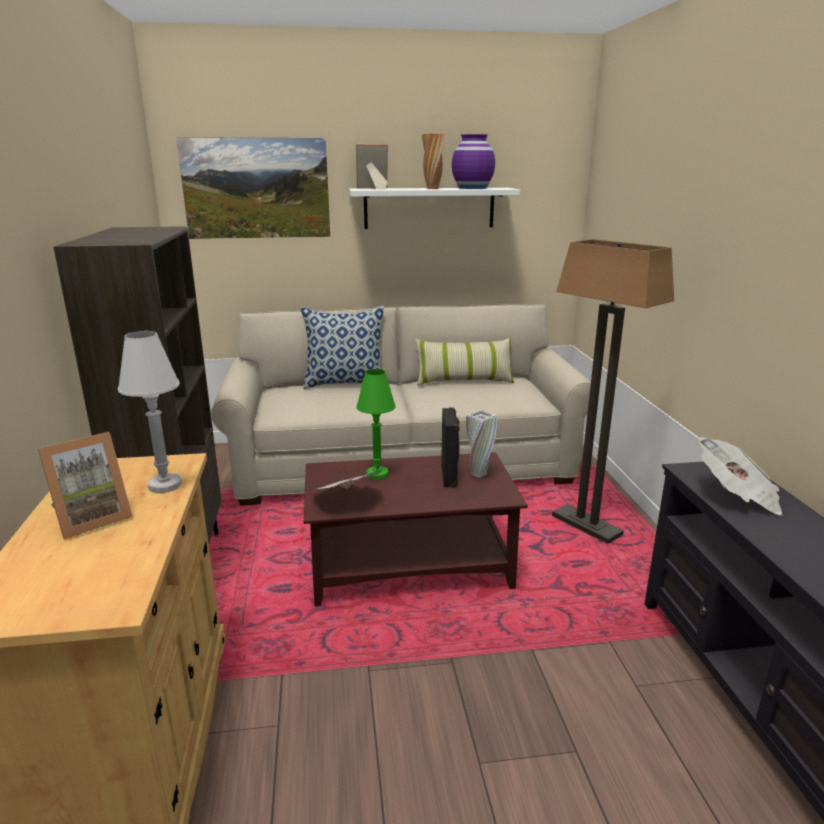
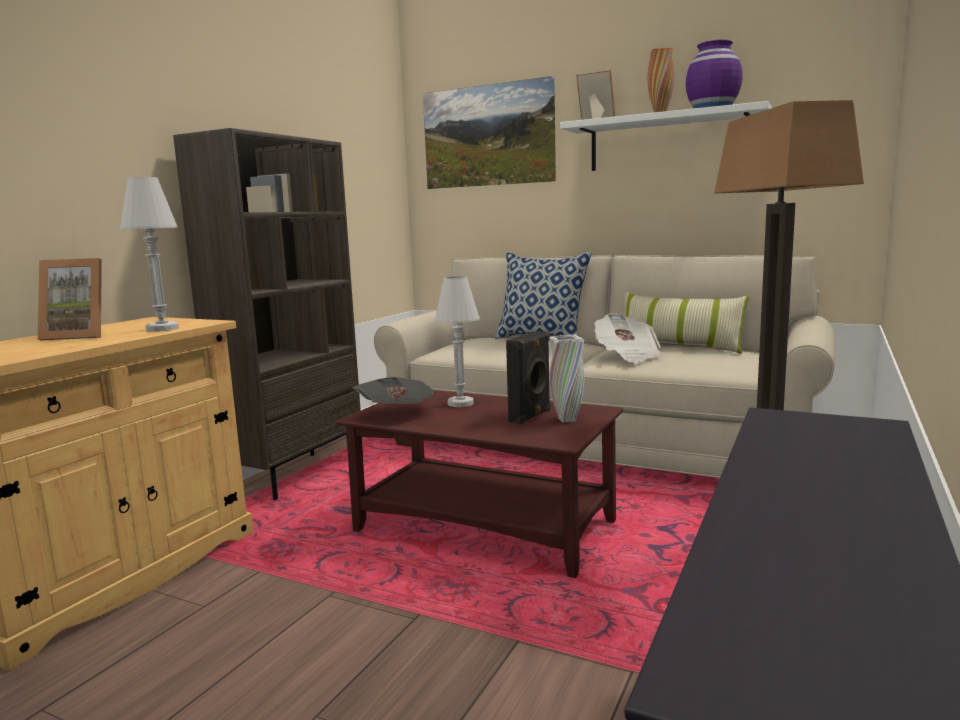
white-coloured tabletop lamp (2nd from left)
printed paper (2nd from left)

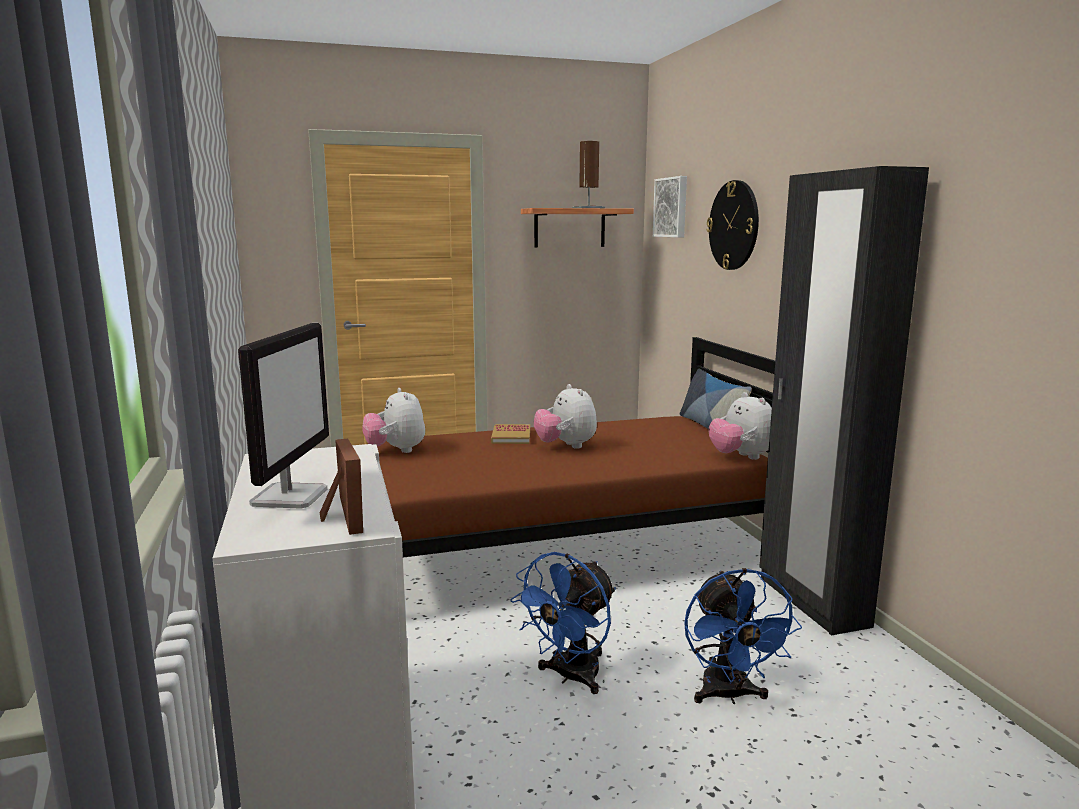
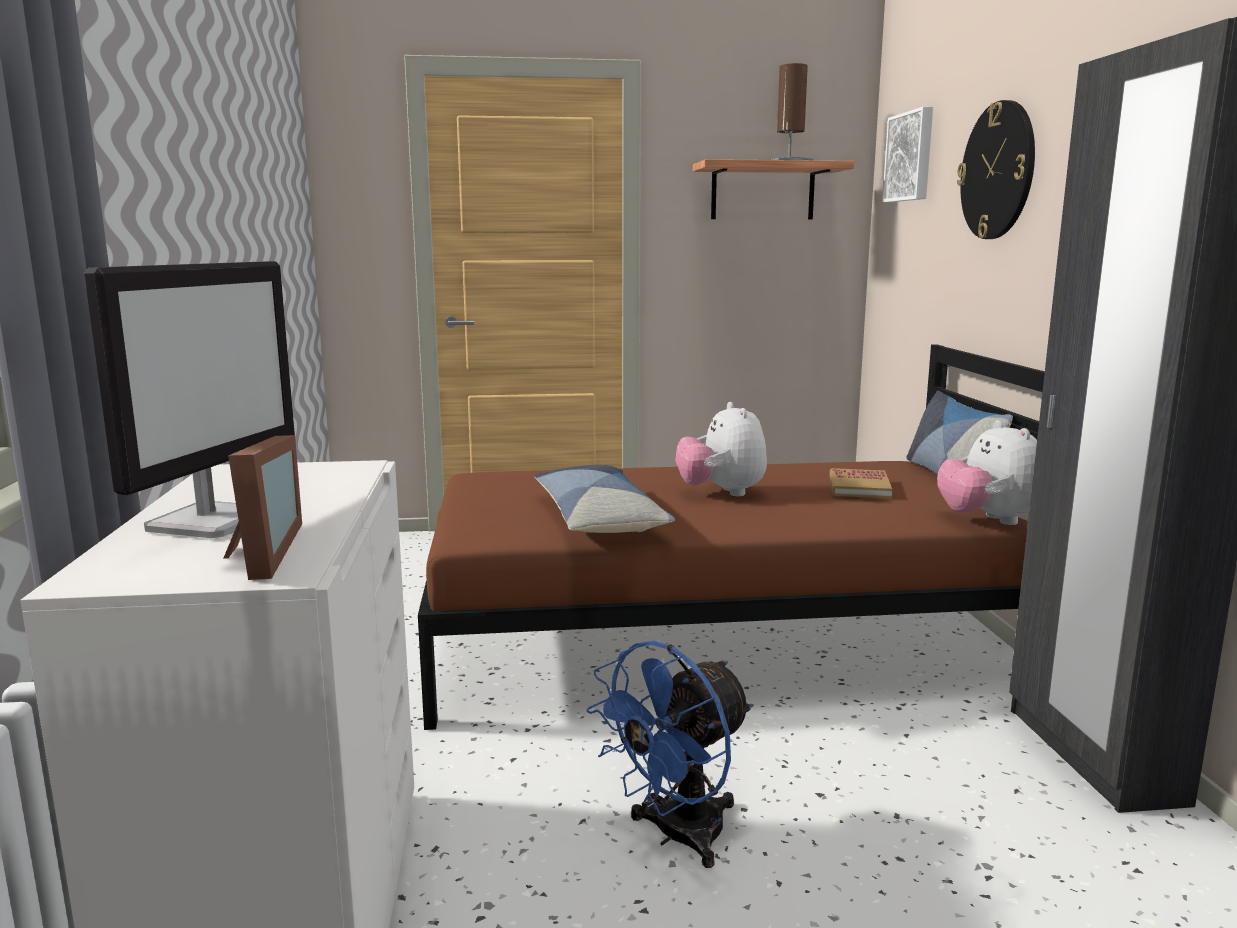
throw pillow (1st from left)
book
plush toy (1st from left in the first image)
blue-coloured electric fan (2nd from left in the first image)

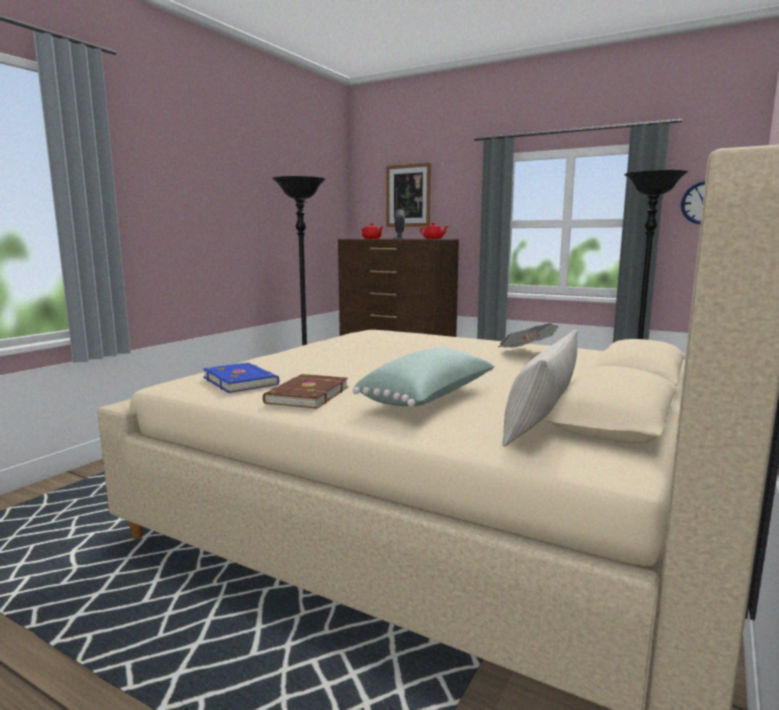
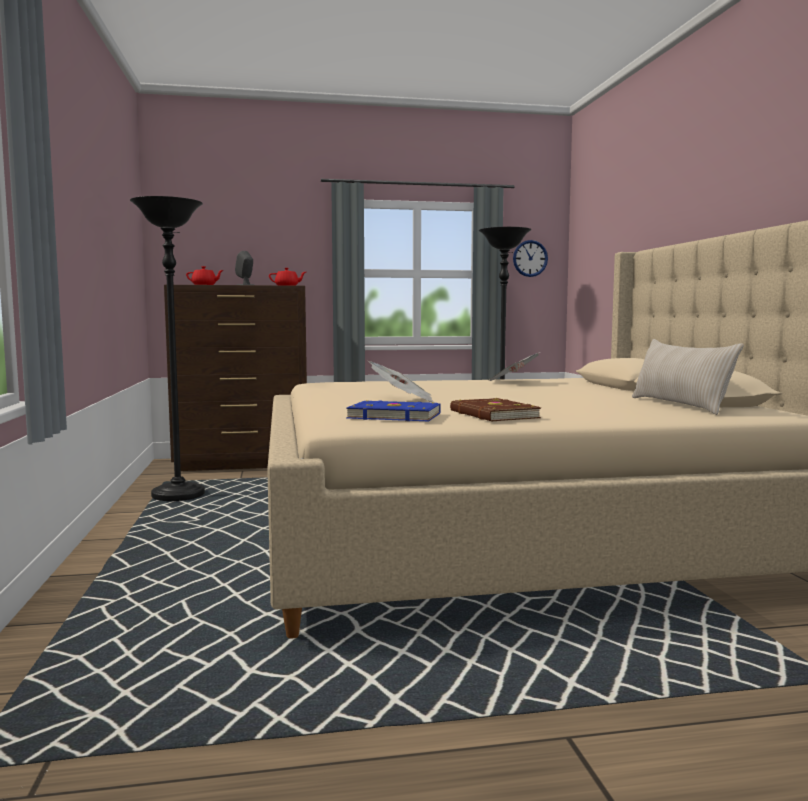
printed paper (1st from left)
greenish throw pillow
wall picture

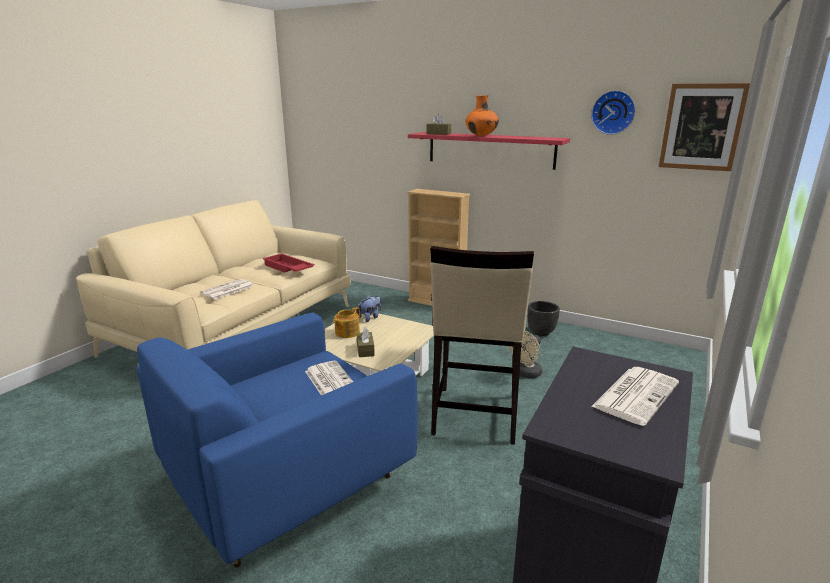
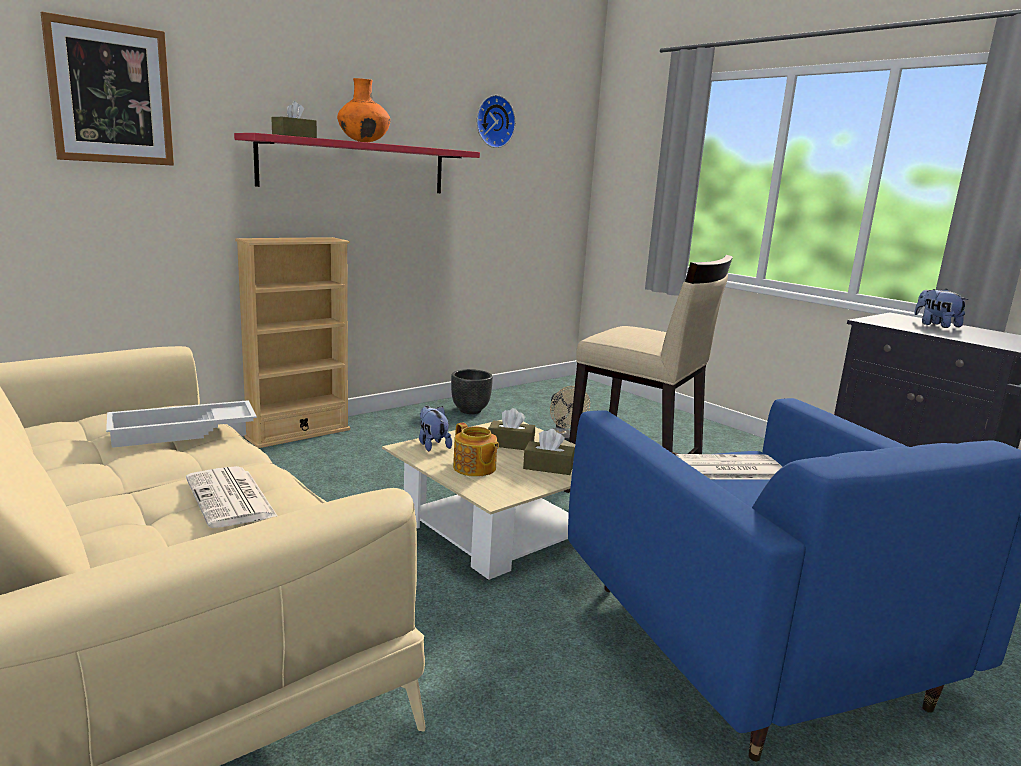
wall picture
white-coloured carrying tray
brownish tissue holder (2nd from left)
plush toy (2nd from left)

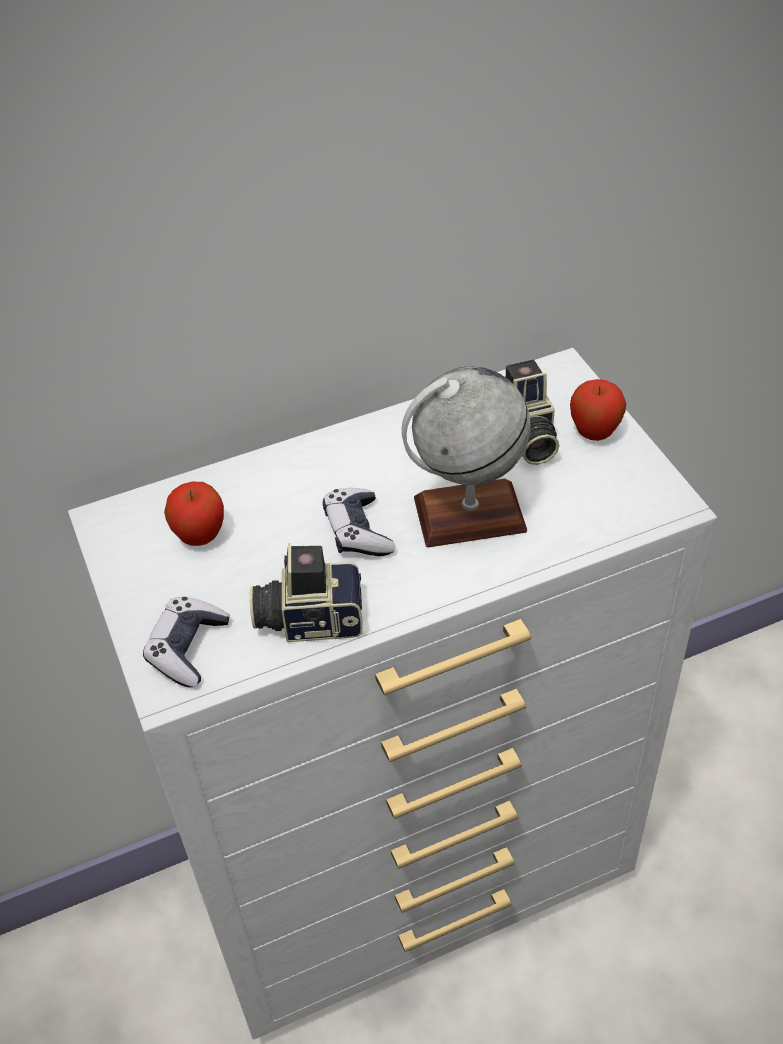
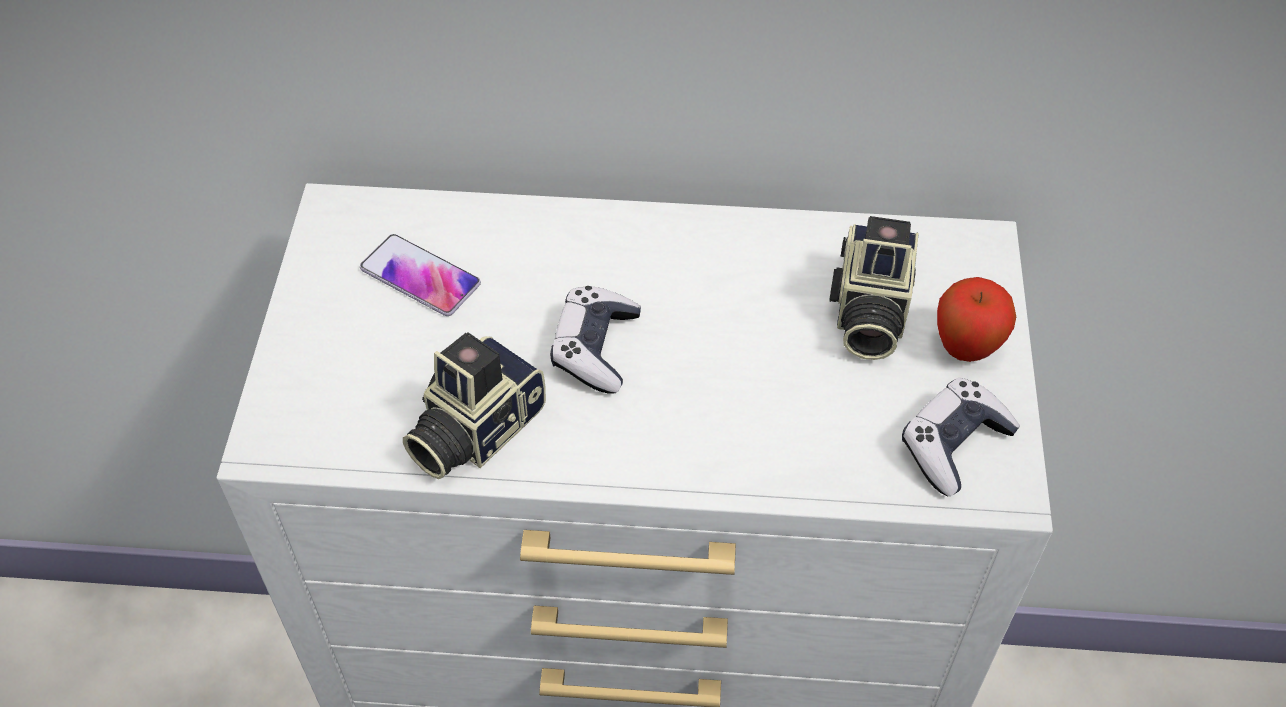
phone
photo camera (1st from left)
joypad (2nd from left)
globe

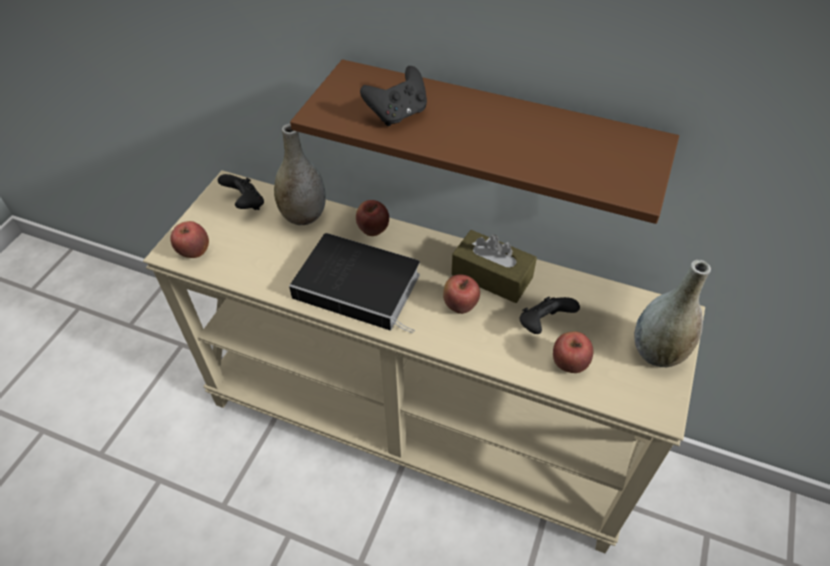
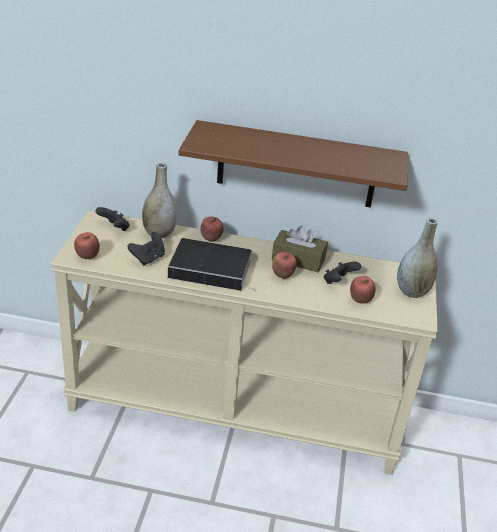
black joypad (2nd from left)

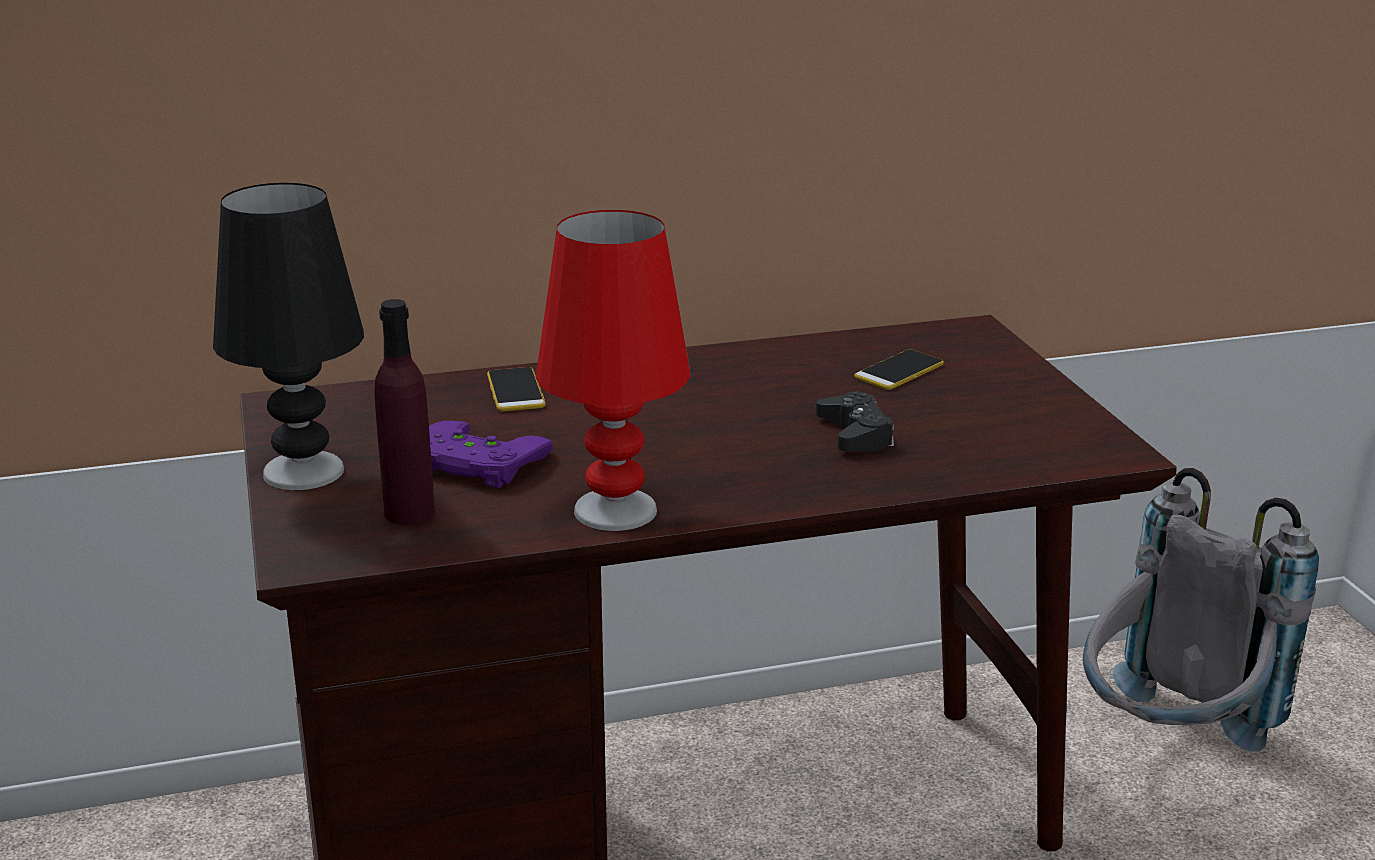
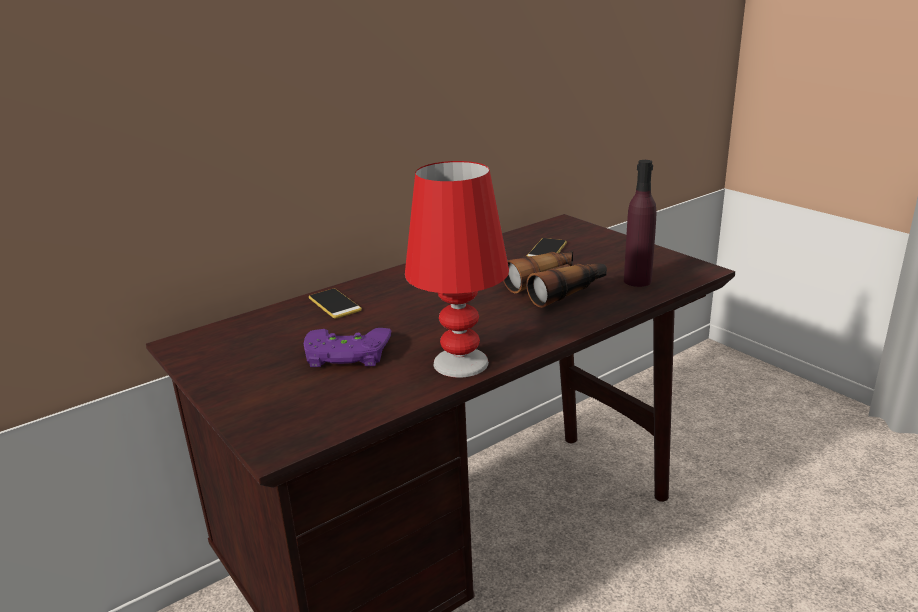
field glasses
purplish beverage bottle
black tabletop lamp
gray backpack

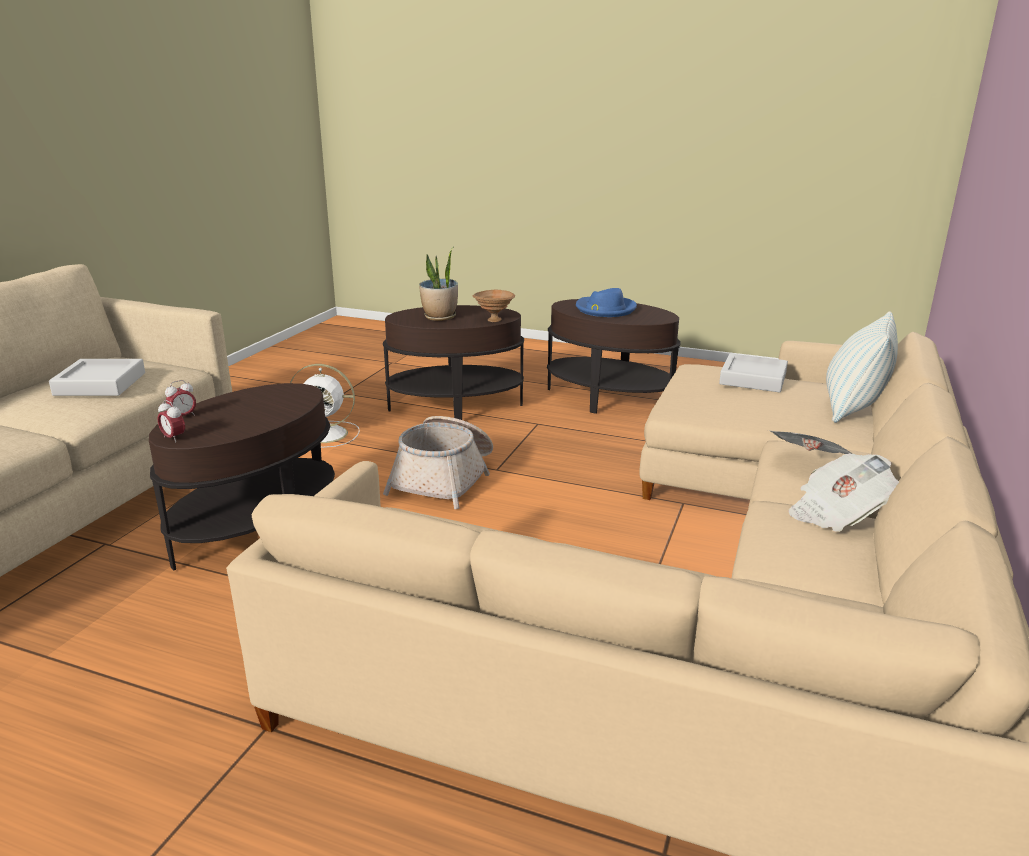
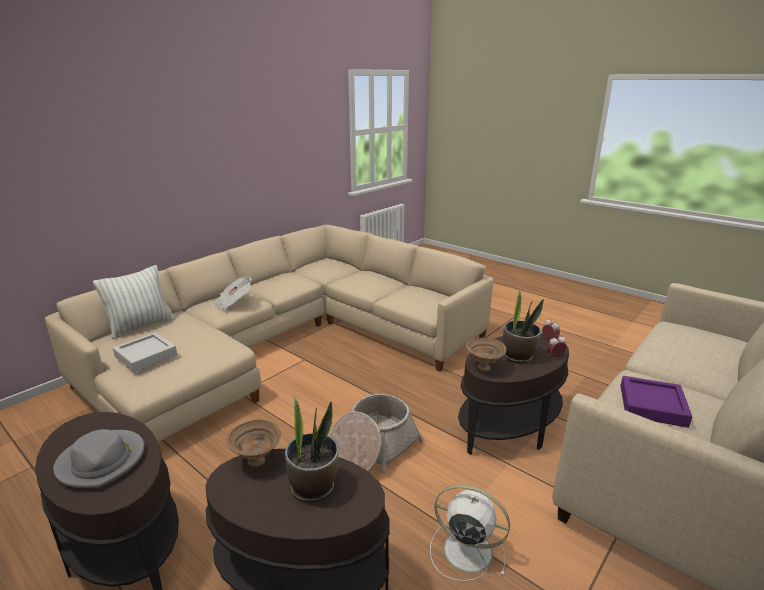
gray wearable hat
brownish serving bowl (2nd from left)
houseplant (2nd from left)
purplish carrying tray
printed paper (2nd from left in the first image)

